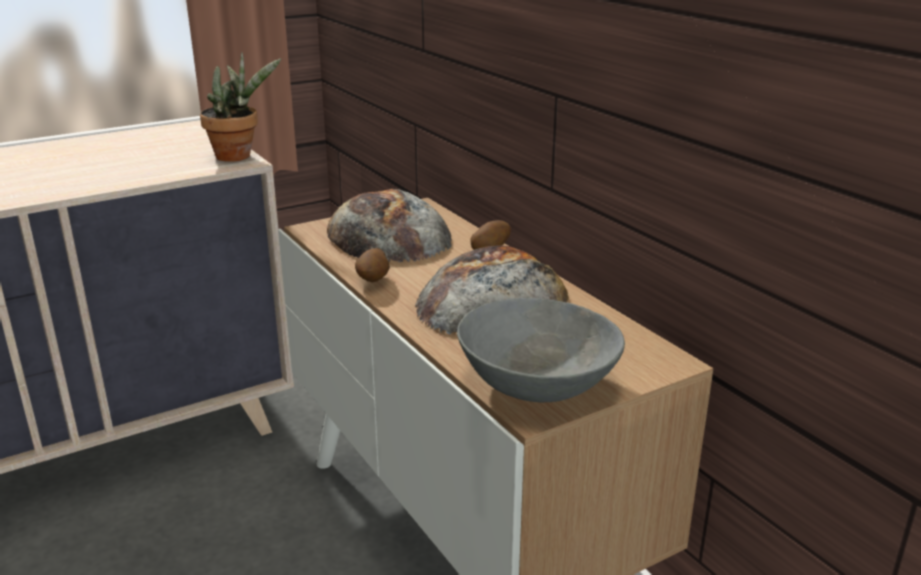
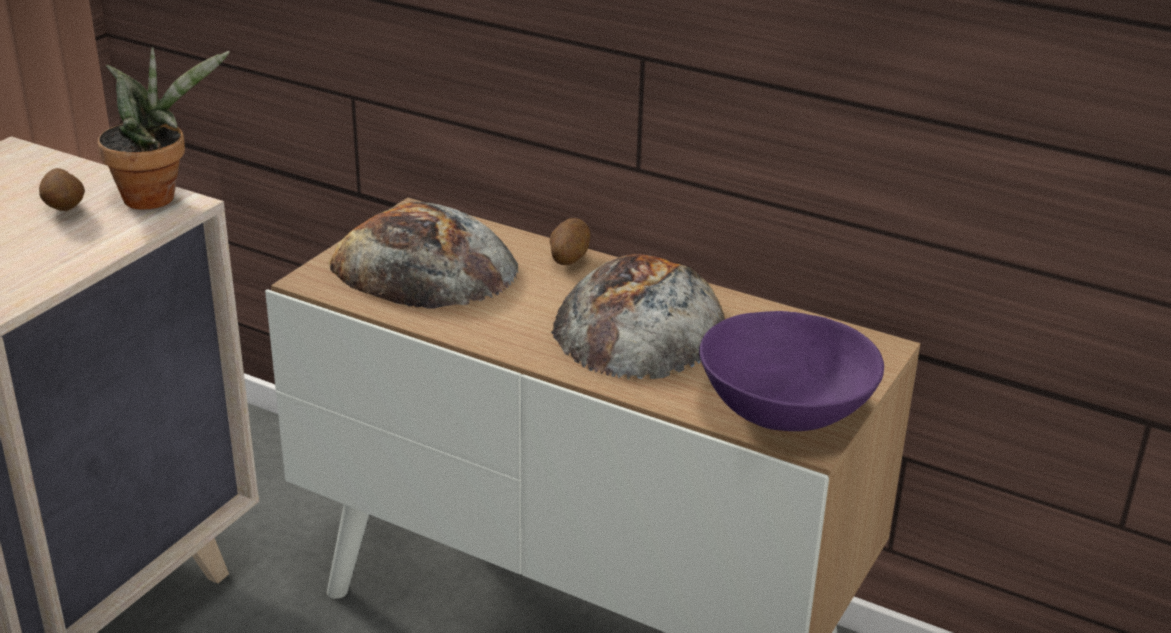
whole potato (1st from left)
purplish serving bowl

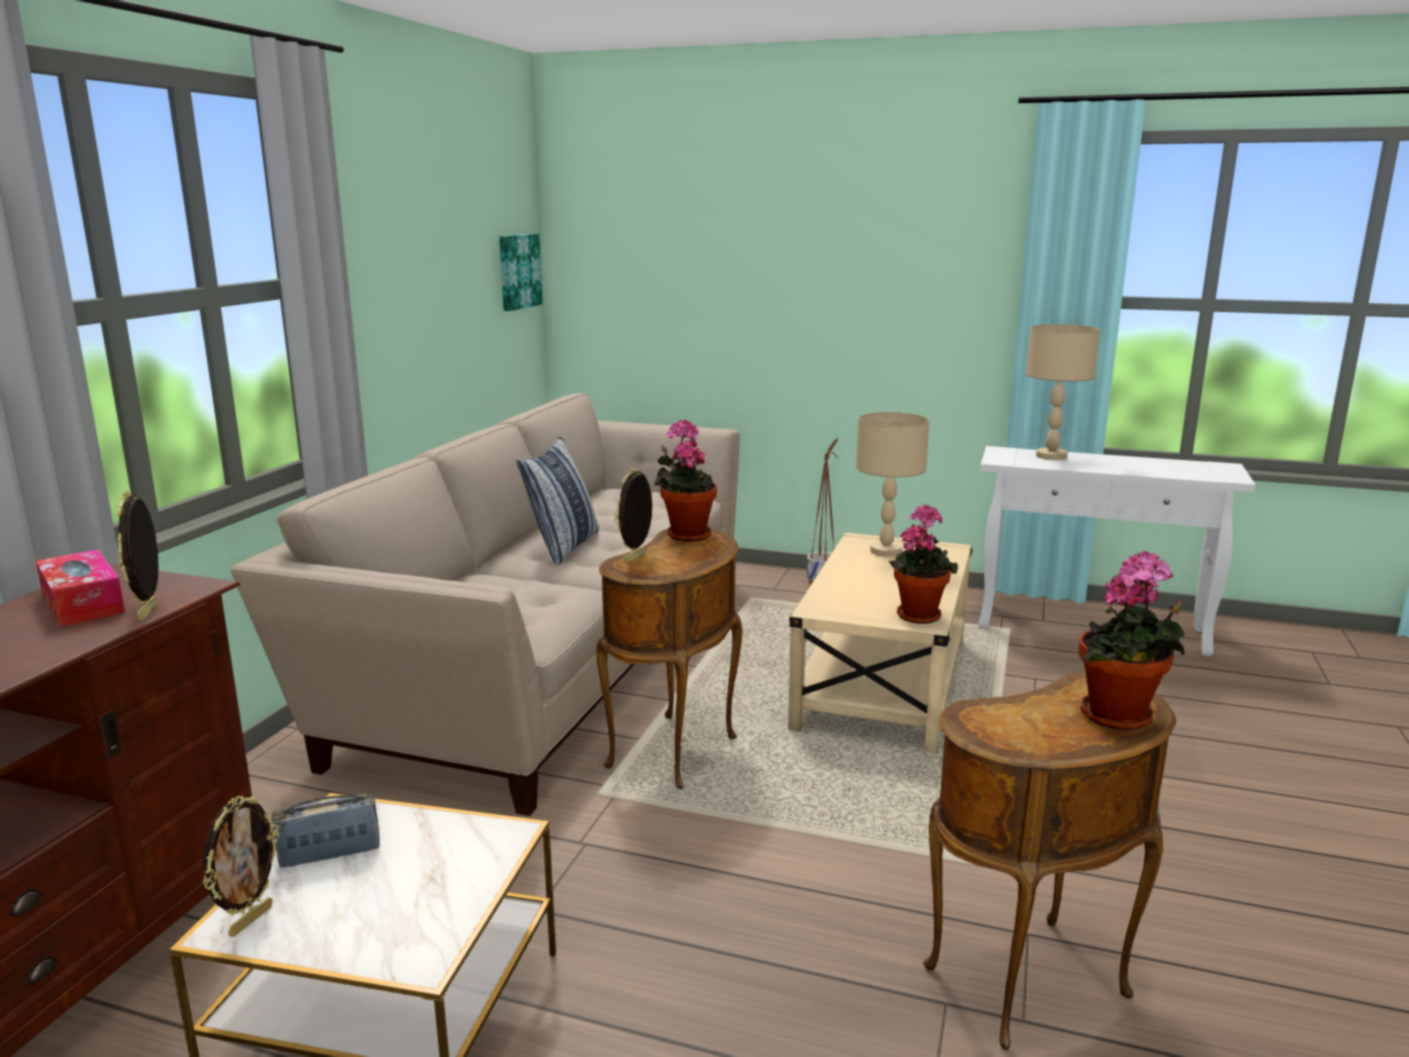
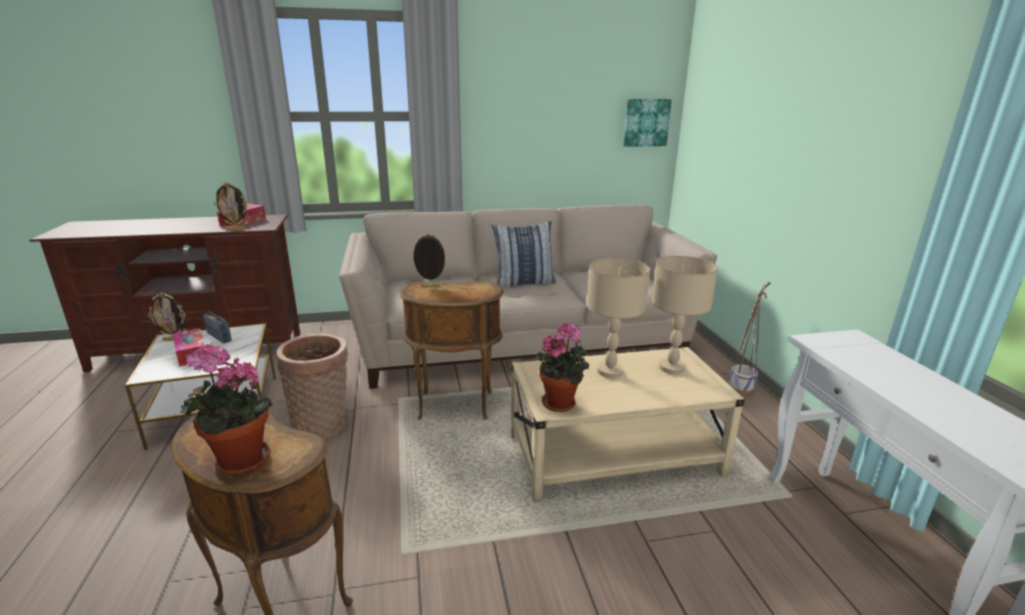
tissue holder (1st from left)
picture frame (2nd from left)
storage basket
beige-coloured tabletop lamp (1st from left)
houseplant (1st from left in the first image)

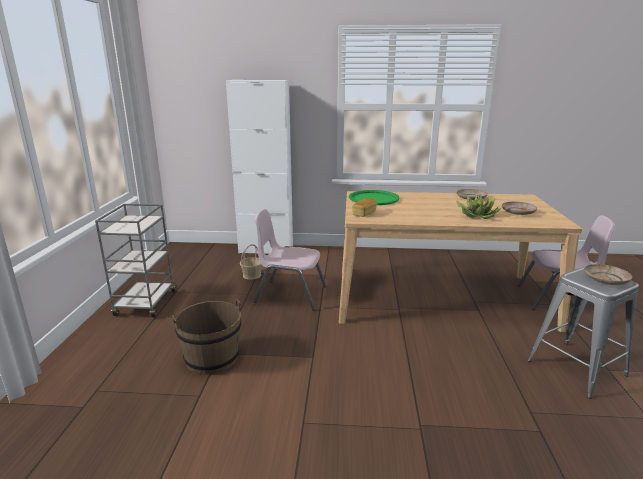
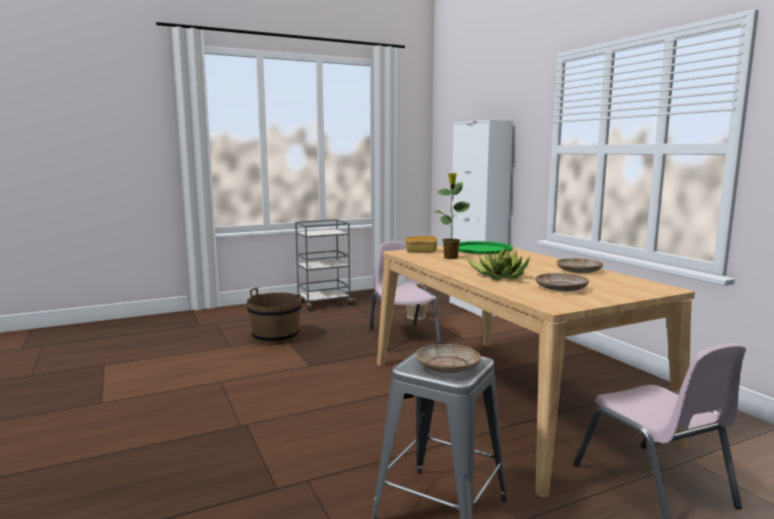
houseplant (1st from left)

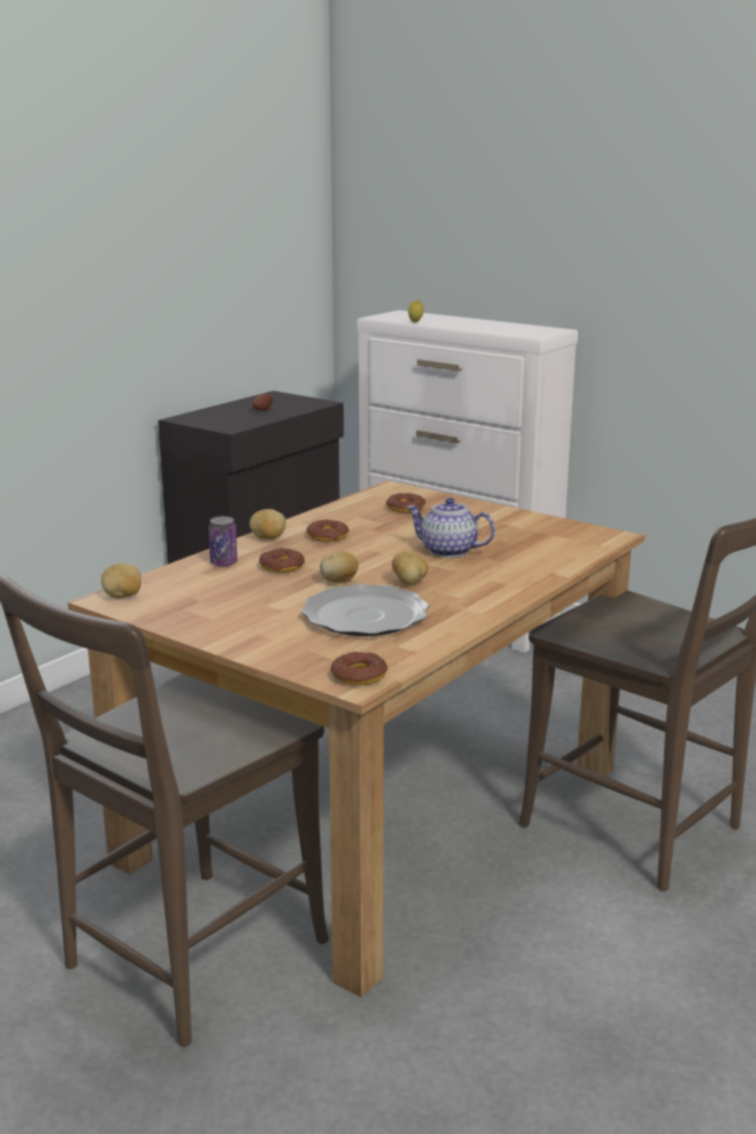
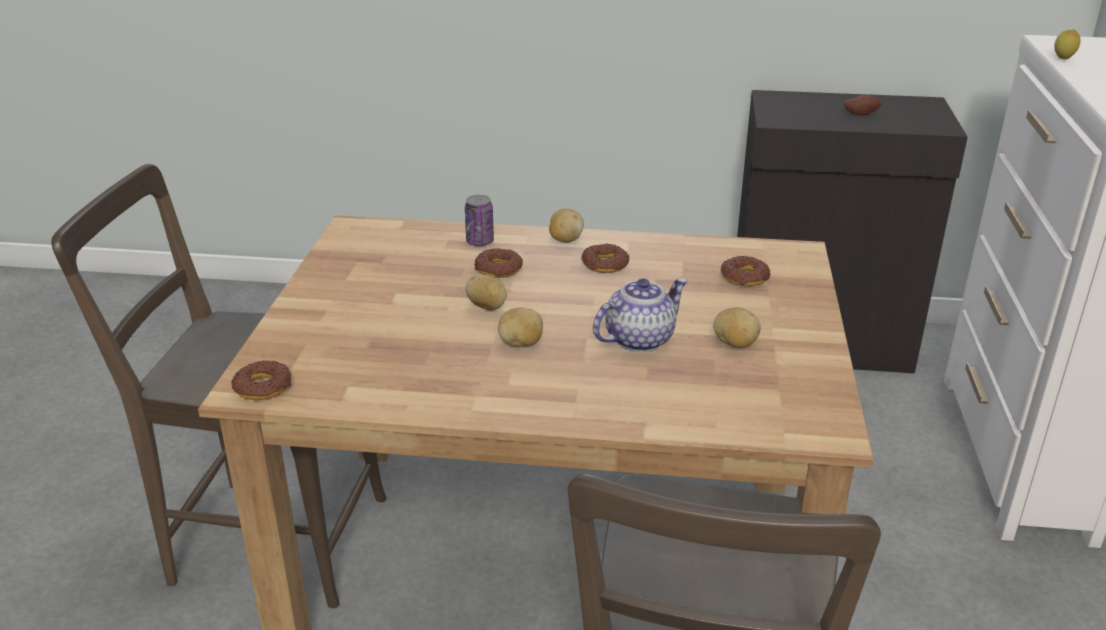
pot for tea
whole potato (4th from left)
dinner plate

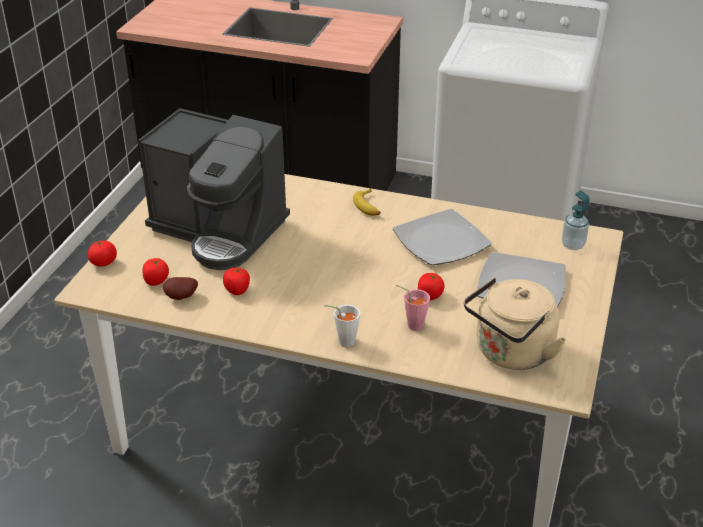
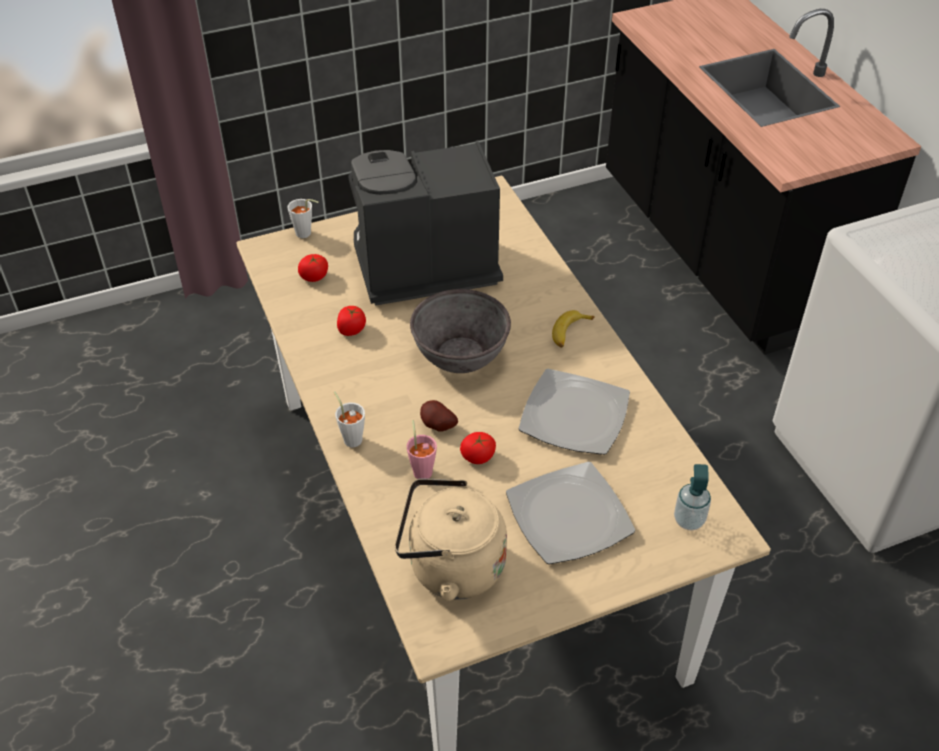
white-coloured drinking cup (1st from left)
coffee brewer
gray serving bowl
whole potato

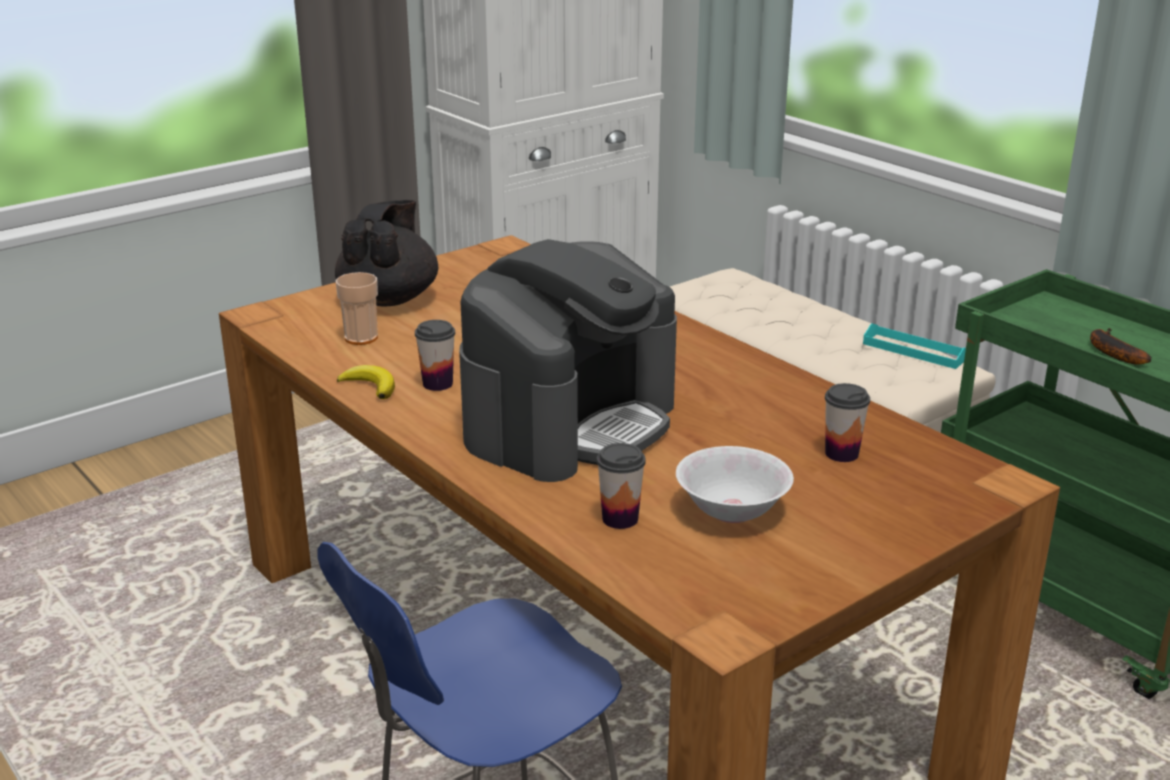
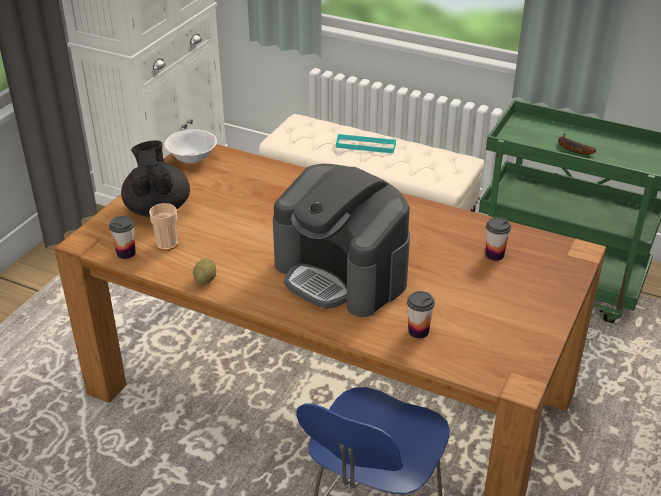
drinking cup (1st from left)
white-coloured serving bowl
whole potato
coffee brewer
blue-green carrying tray

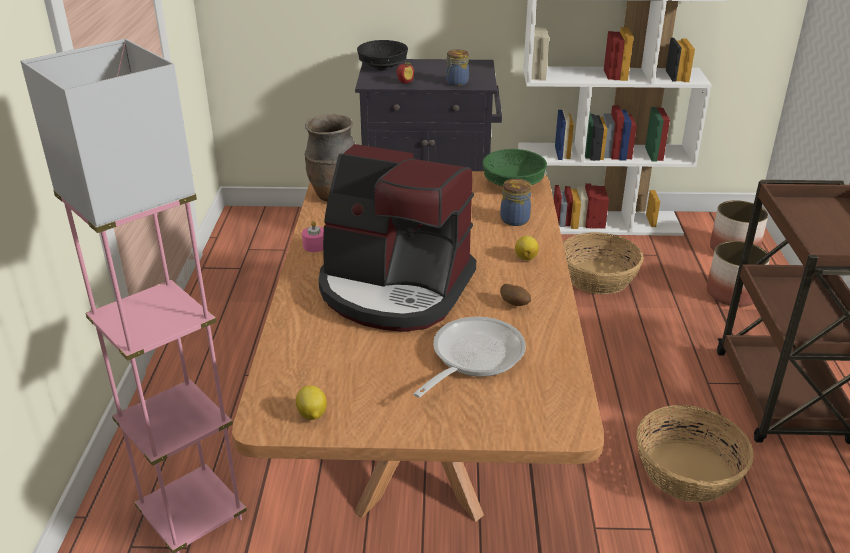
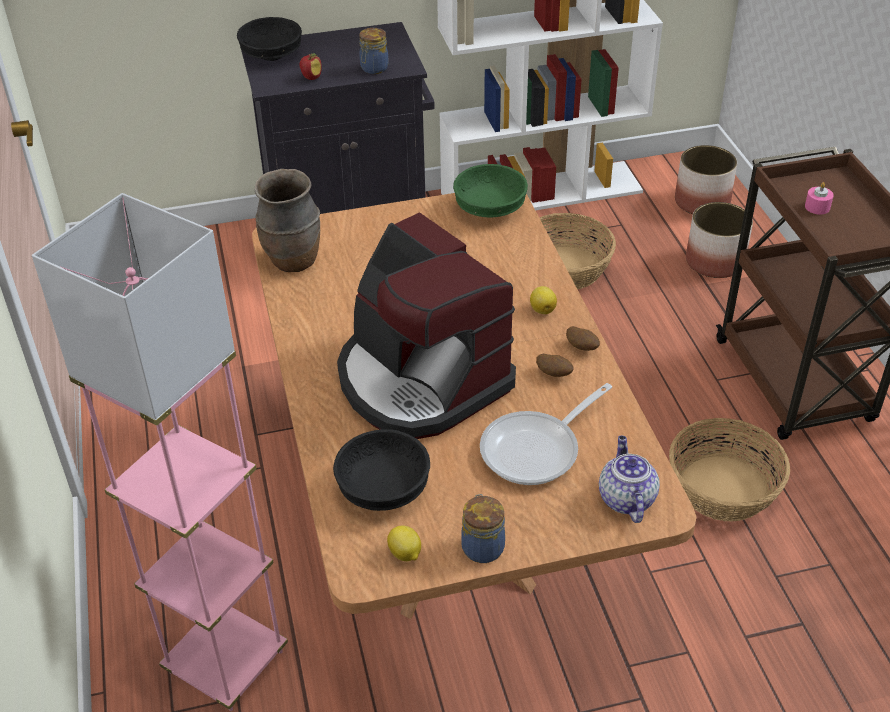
black serving bowl (2nd from left)
coffee brewer
storage jar (2nd from left)
pan
whole potato (2nd from left)
pot for tea
pinkish wax candle

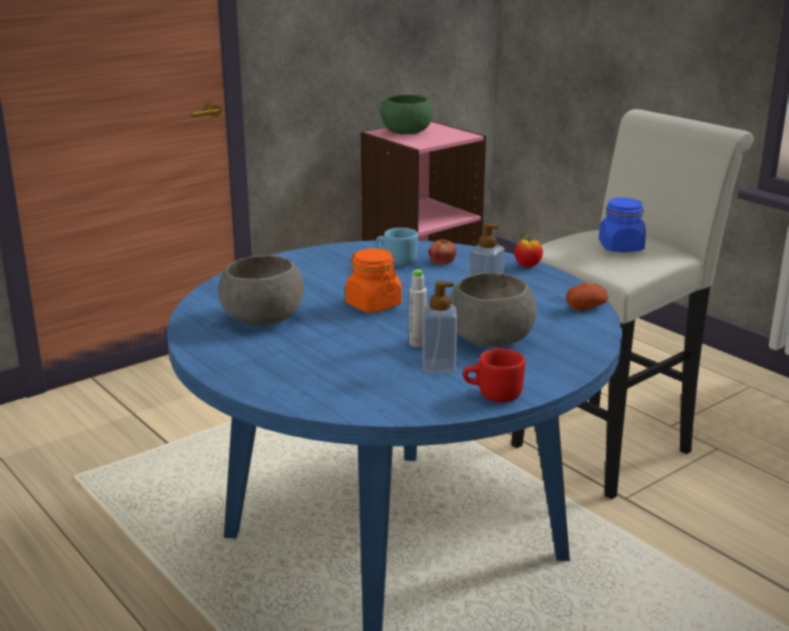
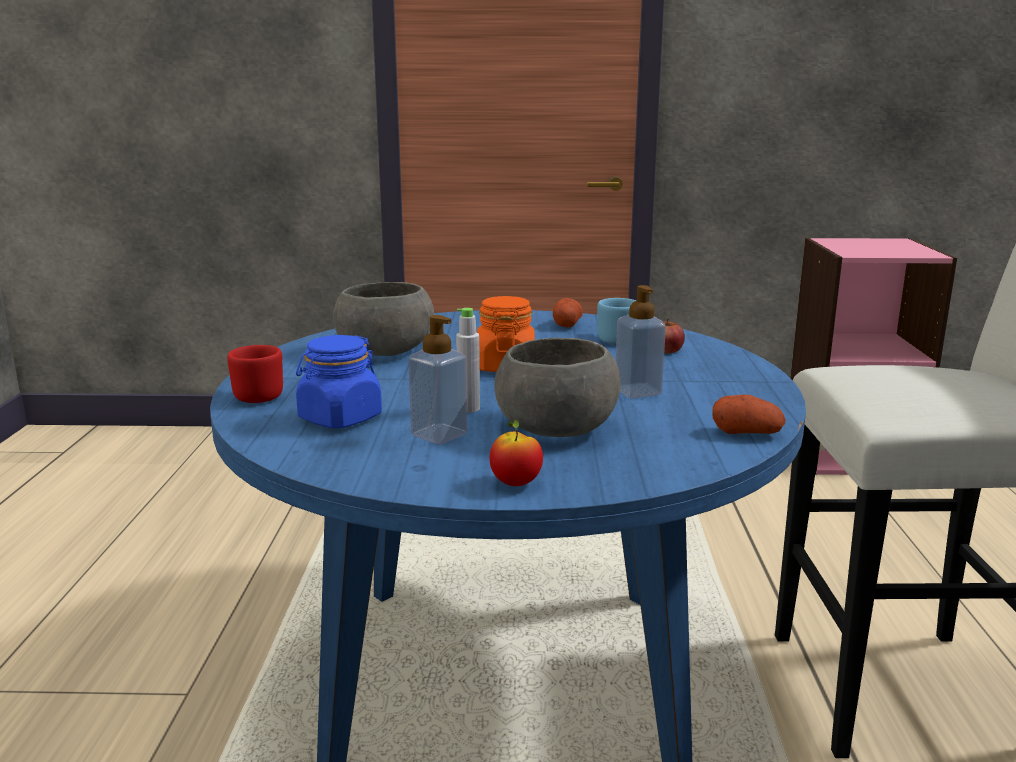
red coffee mug
blue-coloured storage jar
apple (1st from left)
whole potato (1st from left)
greenish serving bowl

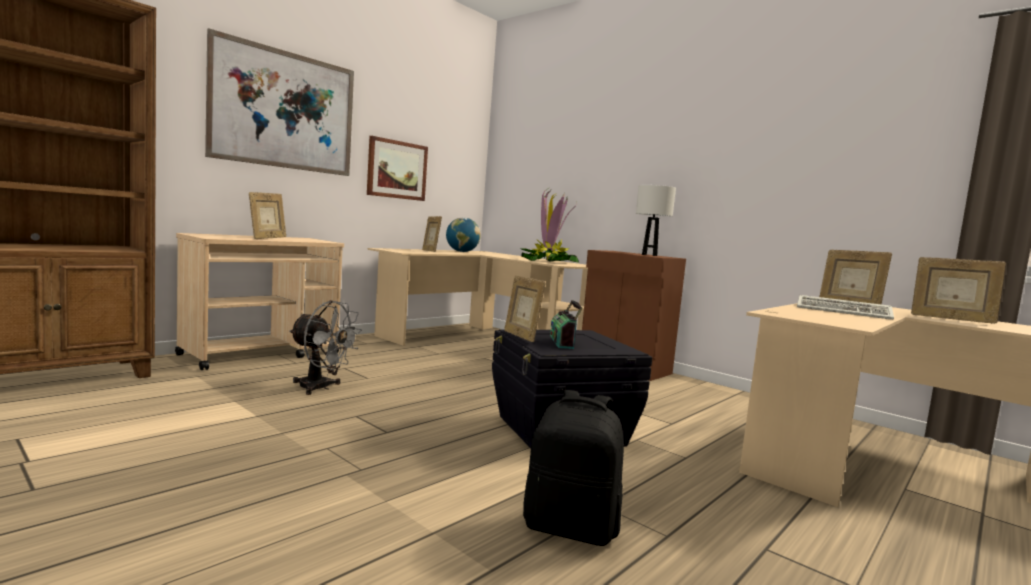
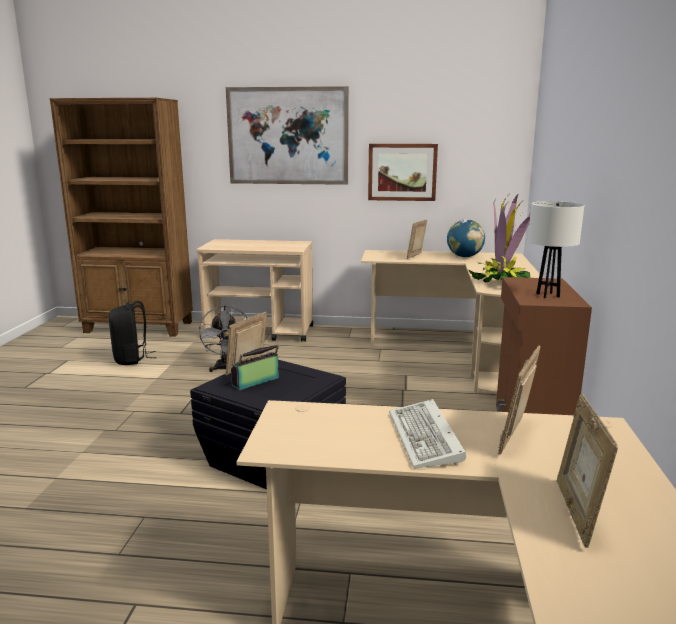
black backpack
picture frame (1st from left in the first image)

